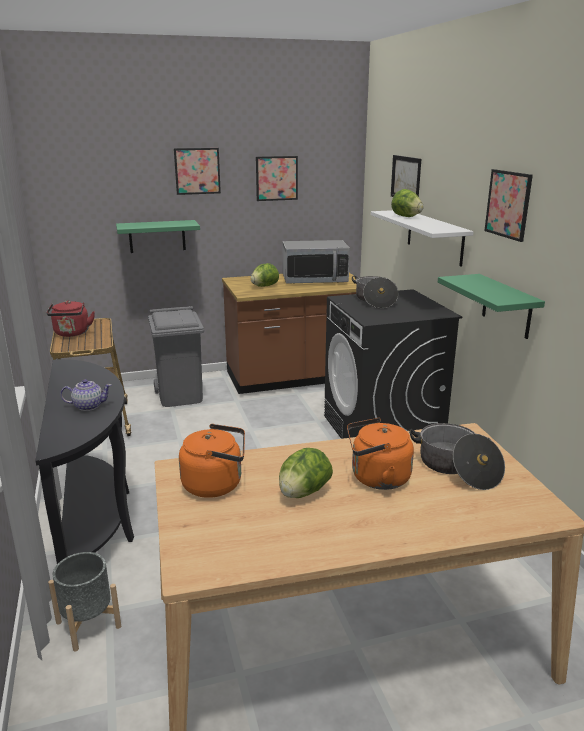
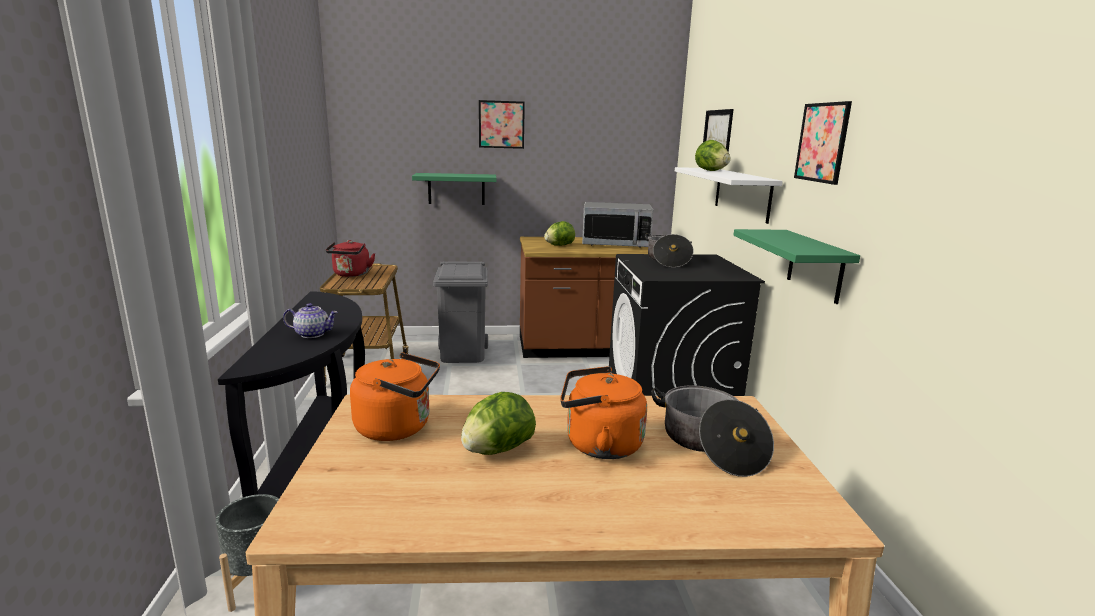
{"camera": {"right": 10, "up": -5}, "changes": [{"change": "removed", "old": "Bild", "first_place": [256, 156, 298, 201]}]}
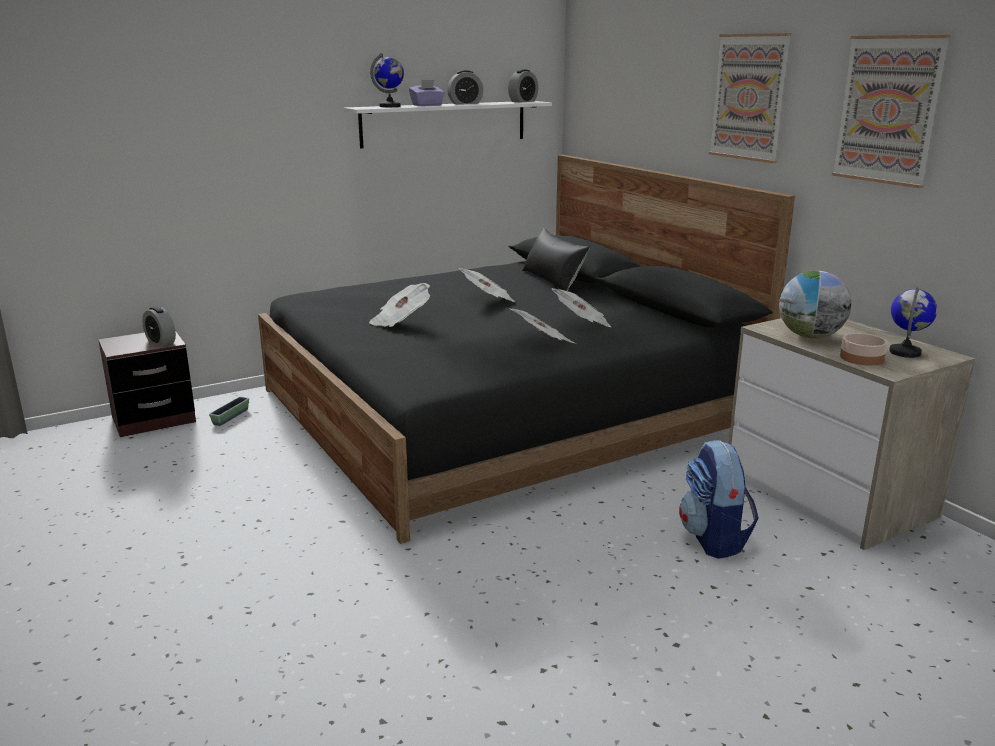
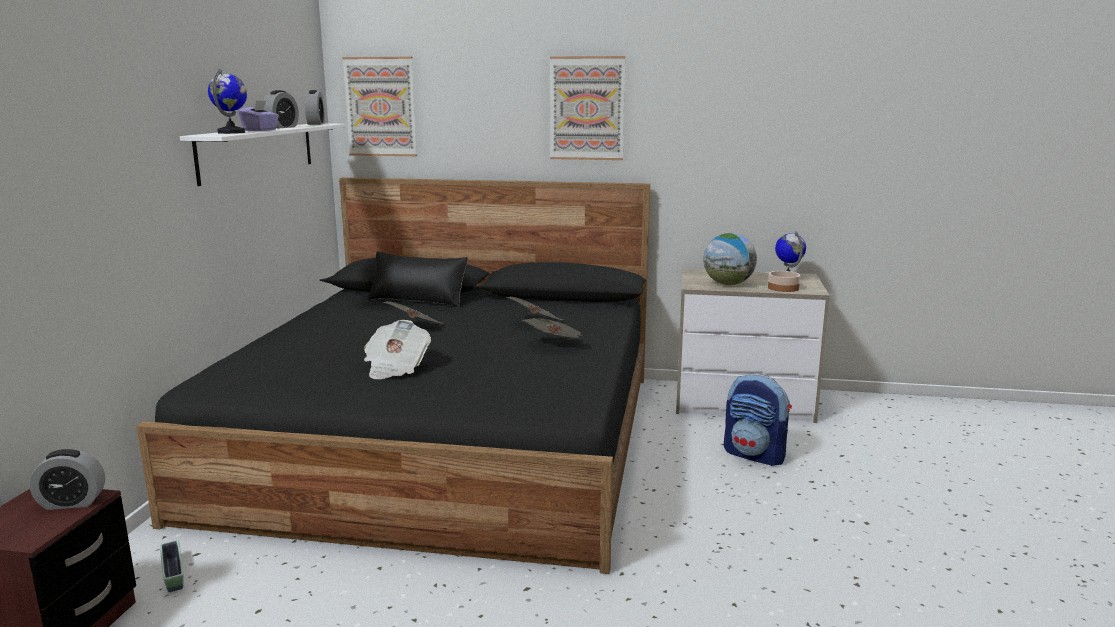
{"camera": {"right": -50, "up": -5}, "changes": [{"change": "moved", "old": "Bild", "first_place": [832, 35, 950, 188], "second_place": [342, 57, 417, 156]}]}
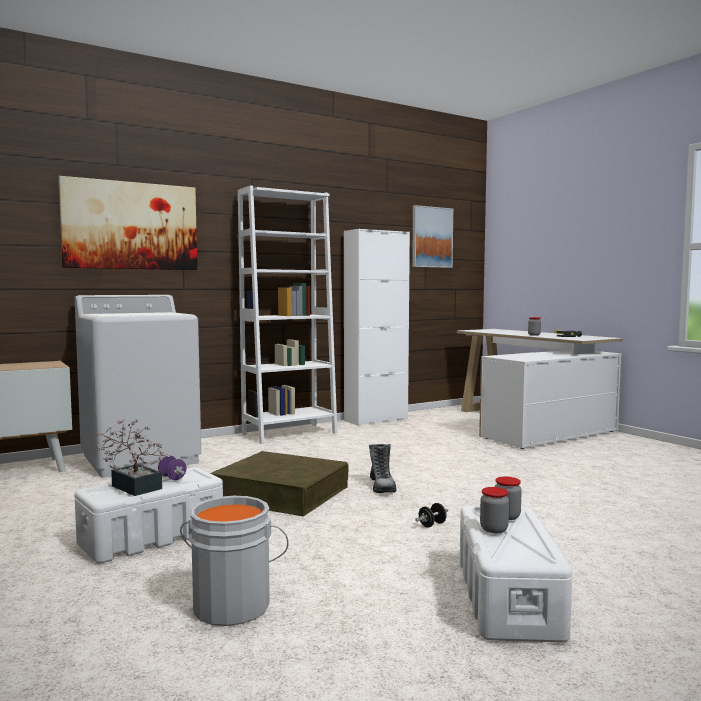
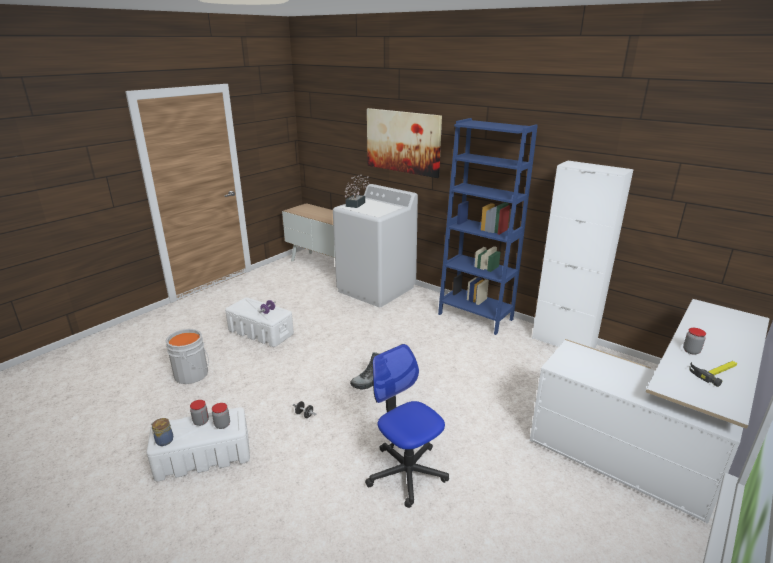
{"camera": {"right": 70, "up": 20}, "changes": [{"change": "removed", "old": "Aufbewahrungsbox/braun", "first_place": [210, 451, 349, 516]}, {"change": "removed", "old": "Bild", "first_place": [412, 205, 453, 268]}, {"change": "added", "new": "Vorratsglas", "second_place": [151, 418, 173, 446]}, {"change": "added", "new": "Bürostuhl", "second_place": [365, 344, 449, 508]}, {"change": "moved", "old": "Topfpflanze", "first_place": [95, 419, 171, 496], "second_place": [345, 175, 370, 208]}, {"change": "recoloured", "old": "Bücherregal/weiß", "new": "Bücherregal/blau", "first_place": [238, 186, 337, 444], "second_place": [438, 118, 538, 335]}]}
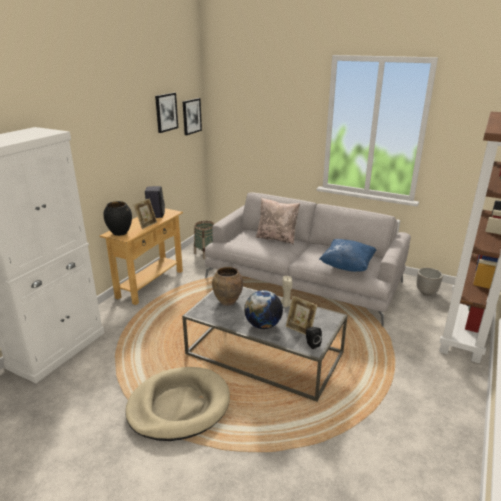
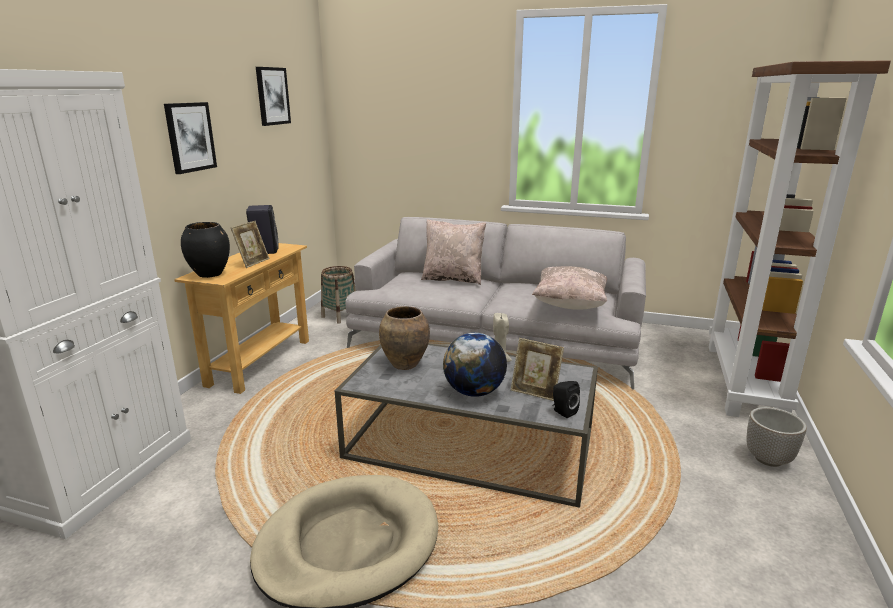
{"camera": {"right": -10, "up": -5}, "changes": [{"change": "moved", "old": "Bild", "first_place": [183, 98, 202, 135], "second_place": [164, 102, 217, 174]}, {"change": "moved", "old": "Pflanzkübel", "first_place": [417, 268, 443, 295], "second_place": [746, 407, 807, 467]}, {"change": "recoloured", "old": "Kissen/blau", "new": "Kissen/beige", "first_place": [319, 239, 376, 272], "second_place": [532, 266, 607, 310]}]}
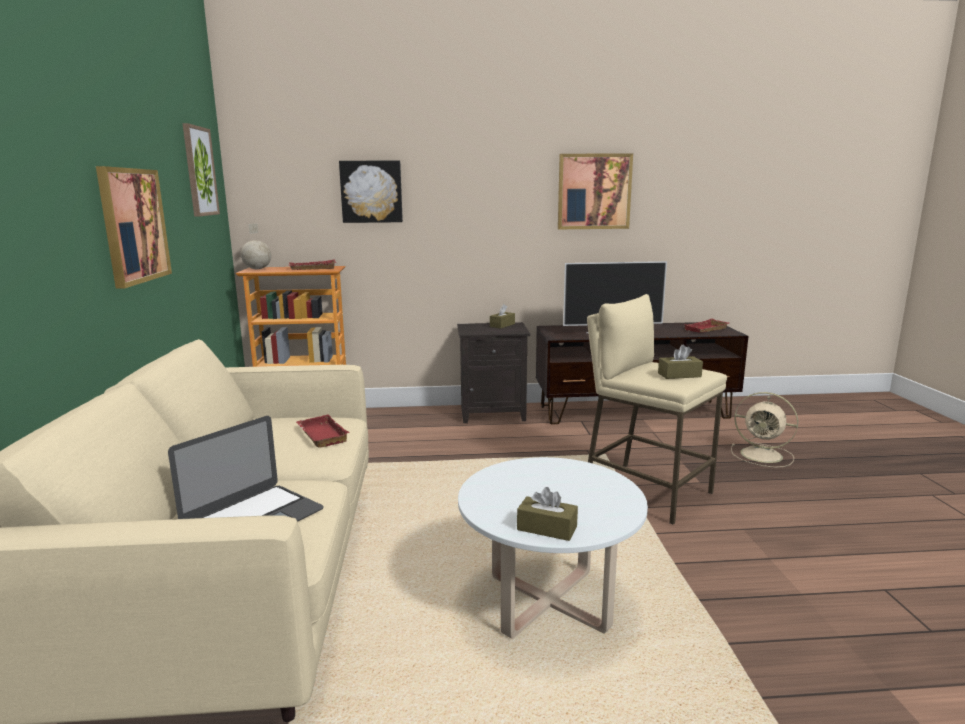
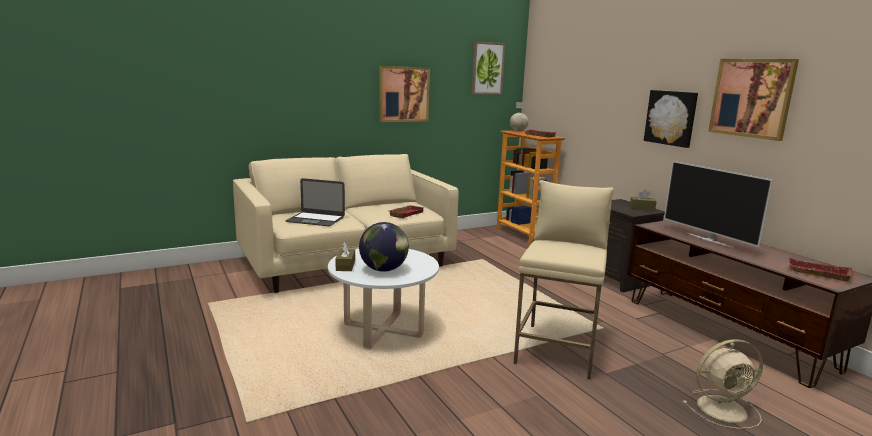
{"camera": {"right": 65, "up": 0}, "changes": [{"change": "removed", "old": "Taschentuchbox/braun", "first_place": [658, 345, 703, 379]}, {"change": "added", "new": "Globus", "second_place": [359, 222, 409, 272]}, {"change": "moved", "old": "Bild", "first_place": [339, 161, 403, 223], "second_place": [644, 90, 698, 148]}, {"change": "turned", "old": "Ventilator/beige", "first_place": [731, 392, 798, 468], "second_place": [683, 339, 763, 429], "degrees": -105}]}
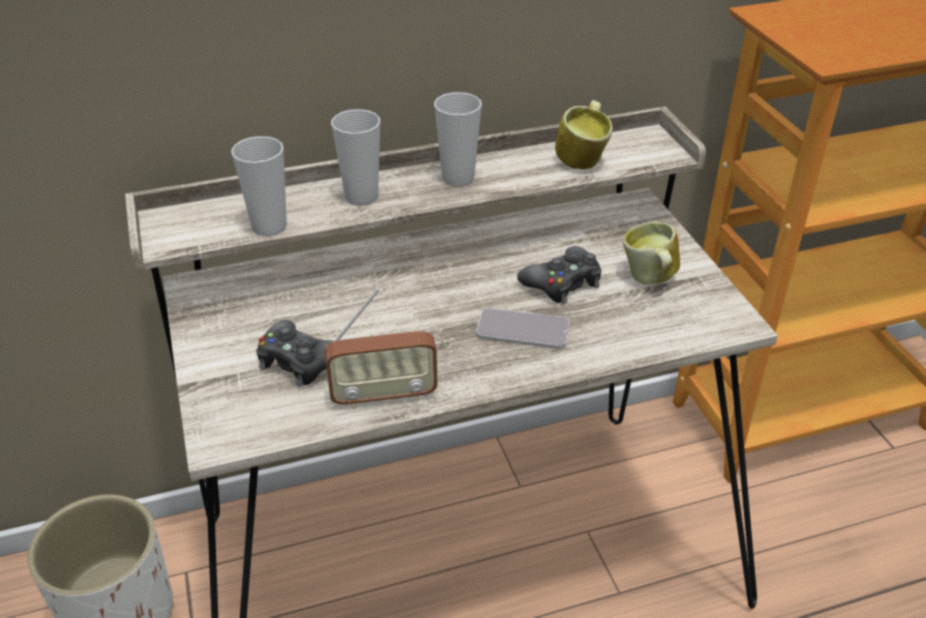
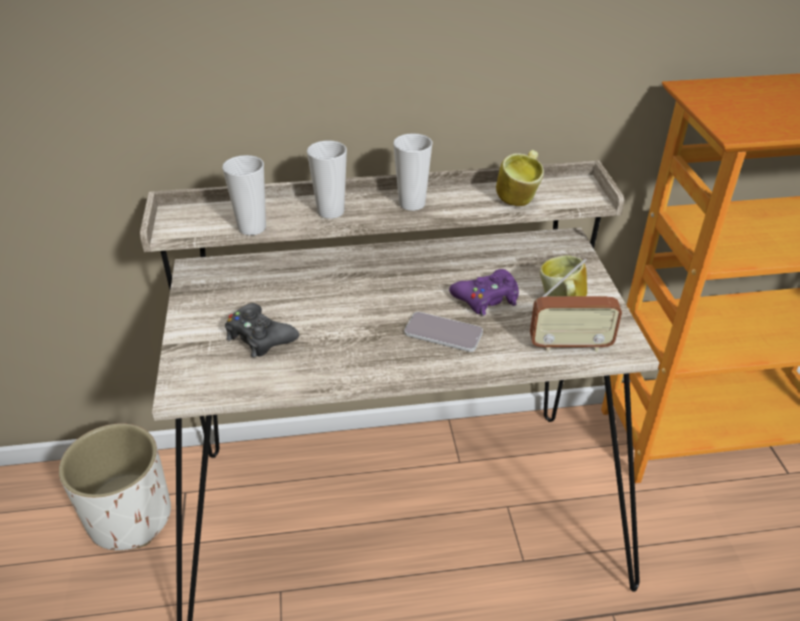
{"camera": {"right": 10, "up": 0}, "changes": [{"change": "moved", "old": "Radio", "first_place": [325, 288, 438, 410], "second_place": [530, 258, 622, 352]}, {"change": "recoloured", "old": "Gamepad/schwarz", "new": "Gamepad/lila", "first_place": [517, 246, 601, 304], "second_place": [449, 269, 519, 316]}]}
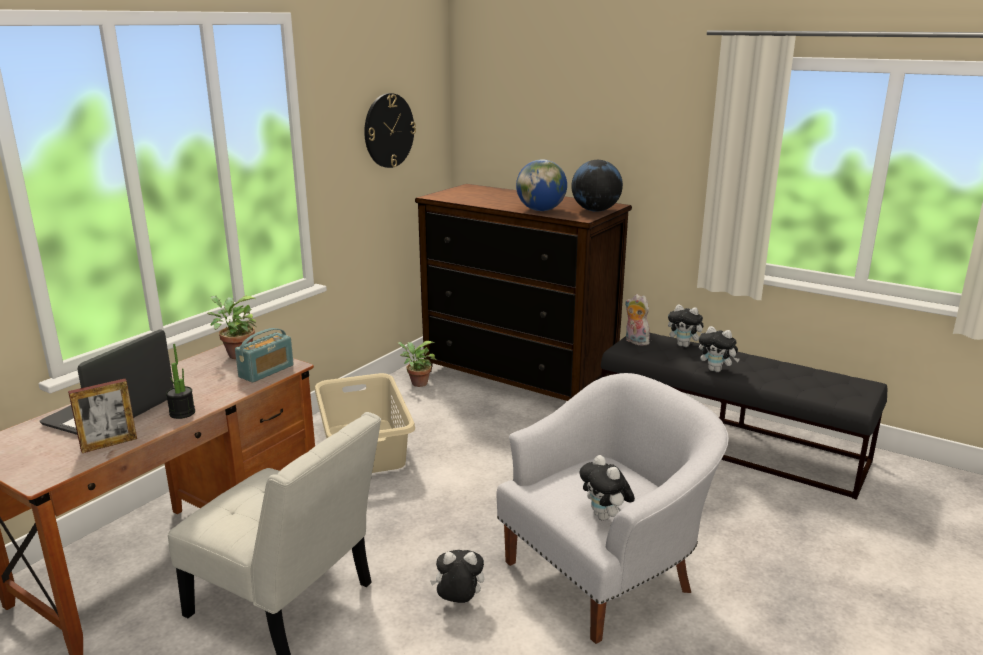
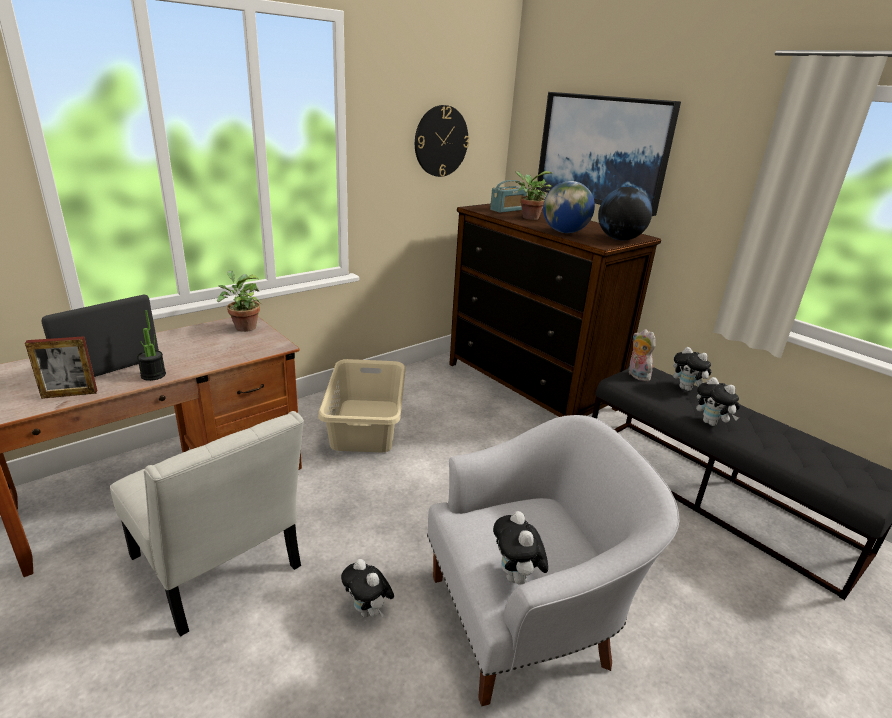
{"camera": {"right": 15, "up": 5}, "changes": [{"change": "added", "new": "Bild", "second_place": [536, 92, 681, 216]}, {"change": "moved", "old": "Radio", "first_place": [235, 328, 294, 382], "second_place": [490, 180, 527, 213]}, {"change": "moved", "old": "Topfpflanze", "first_place": [397, 341, 437, 387], "second_place": [515, 171, 553, 220]}, {"change": "turned", "old": "Plüschtier", "first_place": [430, 550, 484, 603], "second_place": [341, 559, 394, 617], "degrees": -150}]}
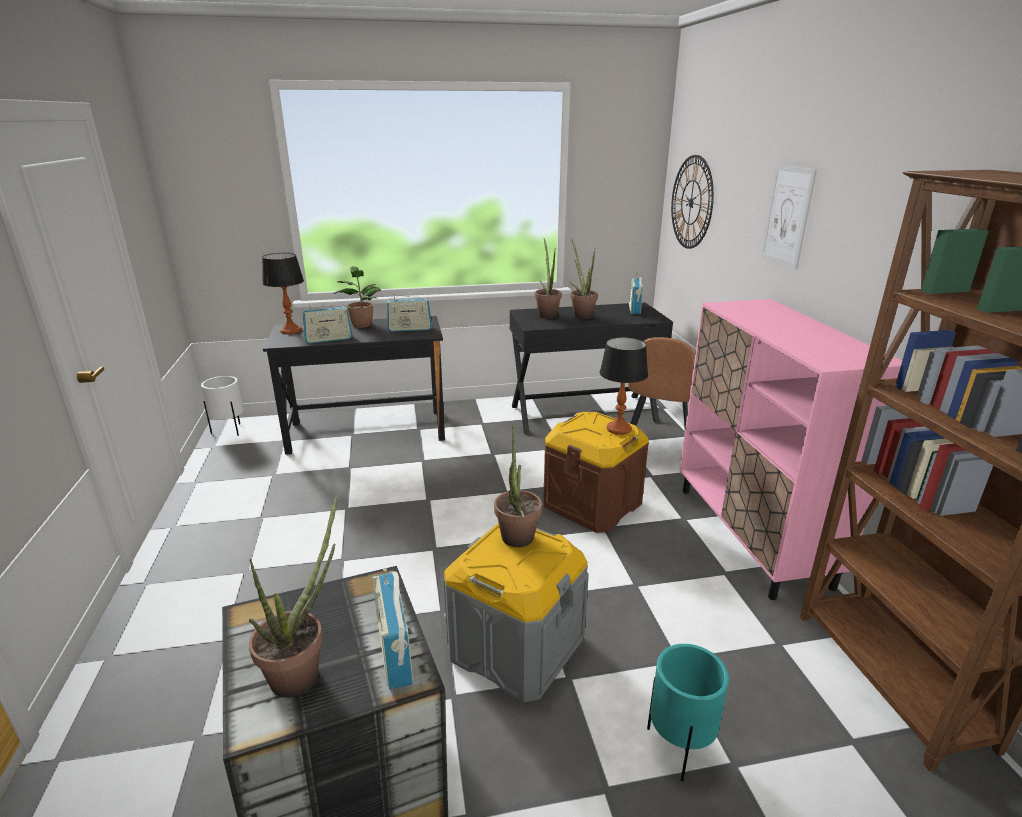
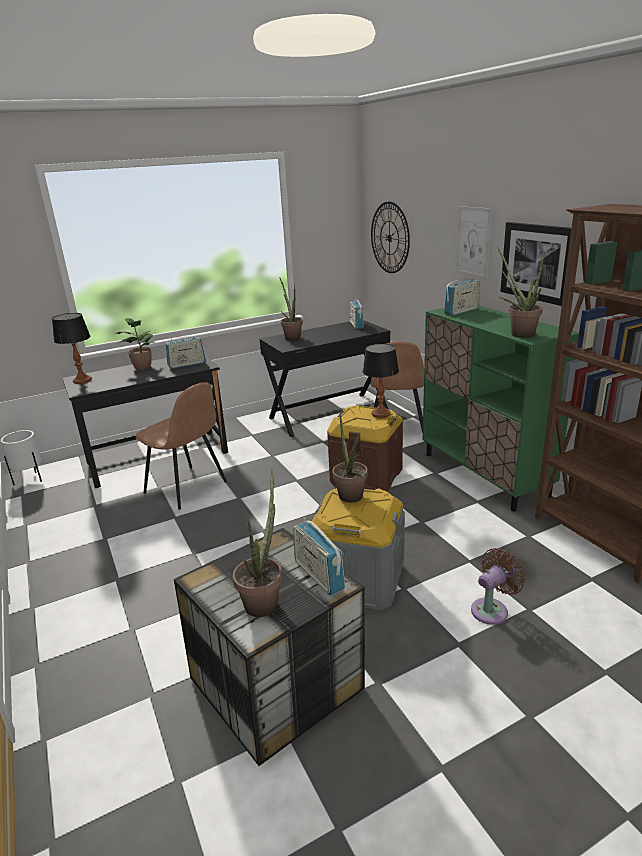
{"camera": {"right": -15, "up": 0}, "changes": [{"change": "added", "new": "Stuhl/braun", "second_place": [136, 382, 227, 510]}, {"change": "added", "new": "Bild", "second_place": [500, 222, 571, 306]}, {"change": "moved", "old": "Radio", "first_place": [302, 303, 353, 344], "second_place": [444, 278, 479, 316]}, {"change": "moved", "old": "Topfpflanze", "first_place": [570, 239, 598, 319], "second_place": [497, 247, 545, 338]}, {"change": "replaced", "old": "Pflanzkübel/türkis", "new": "Ventilator/braun", "first_place": [647, 644, 729, 781], "second_place": [471, 548, 525, 625]}, {"change": "recoloured", "old": "Schrank/rosa", "new": "Schrank/grün", "first_place": [680, 299, 902, 600], "second_place": [423, 306, 579, 511]}]}
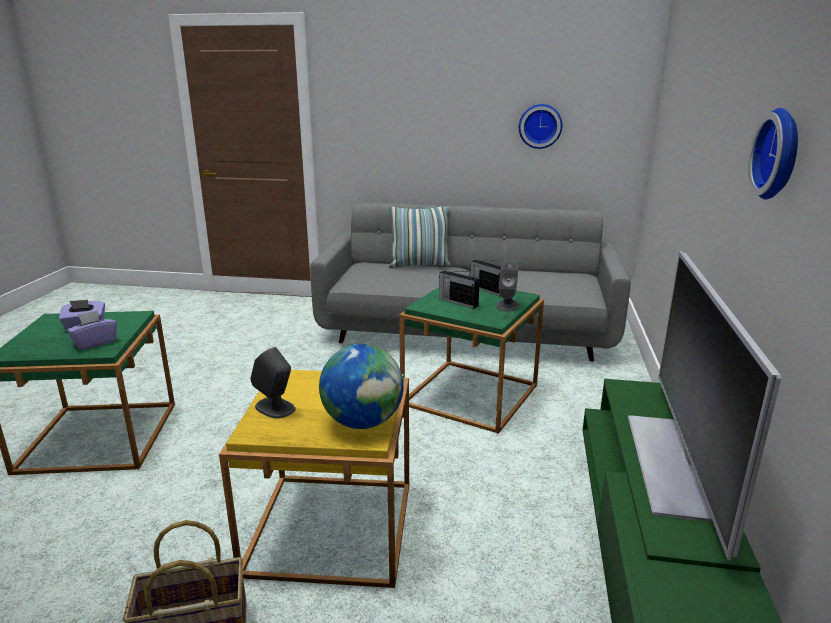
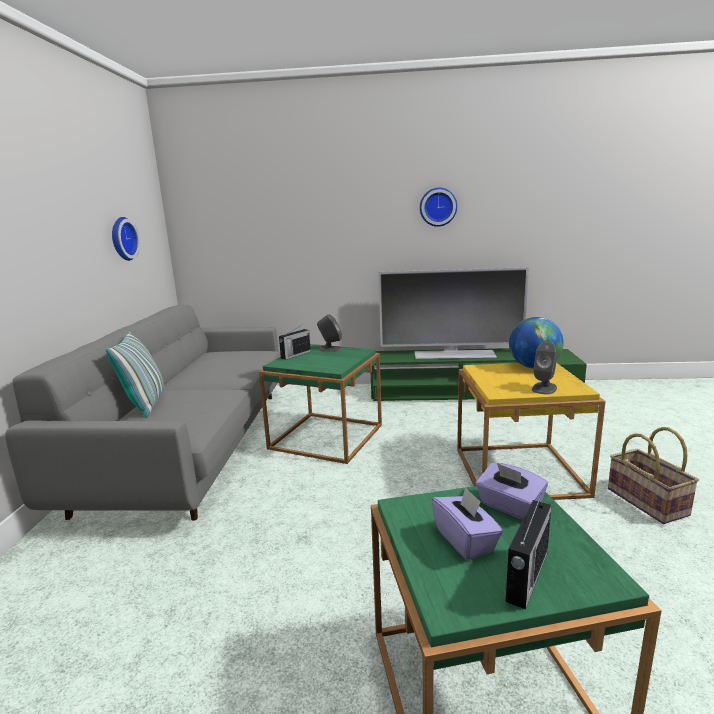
{"camera": {"right": -95, "up": -5}, "changes": [{"change": "moved", "old": "Radio", "first_place": [439, 271, 480, 309], "second_place": [506, 495, 551, 610]}]}
